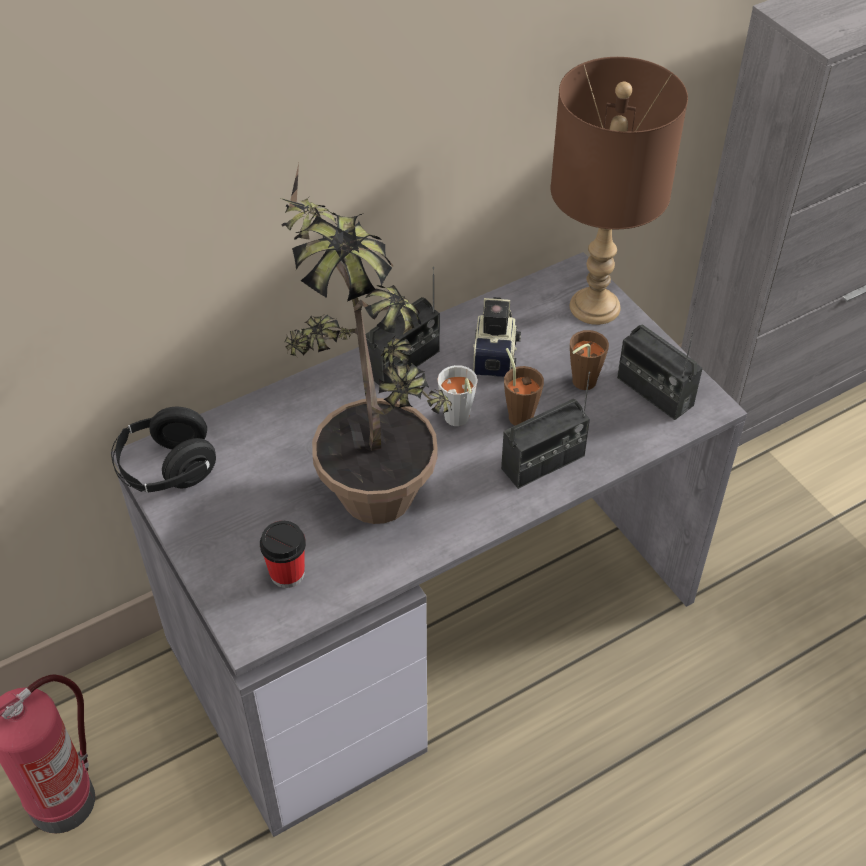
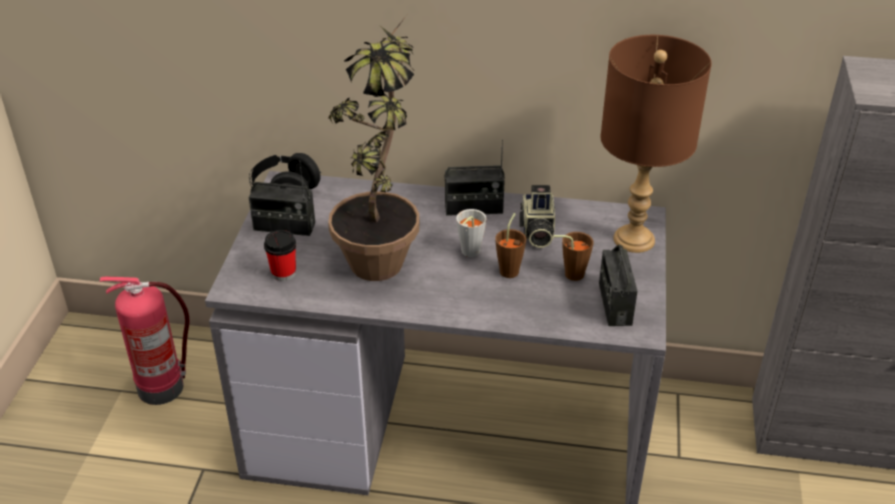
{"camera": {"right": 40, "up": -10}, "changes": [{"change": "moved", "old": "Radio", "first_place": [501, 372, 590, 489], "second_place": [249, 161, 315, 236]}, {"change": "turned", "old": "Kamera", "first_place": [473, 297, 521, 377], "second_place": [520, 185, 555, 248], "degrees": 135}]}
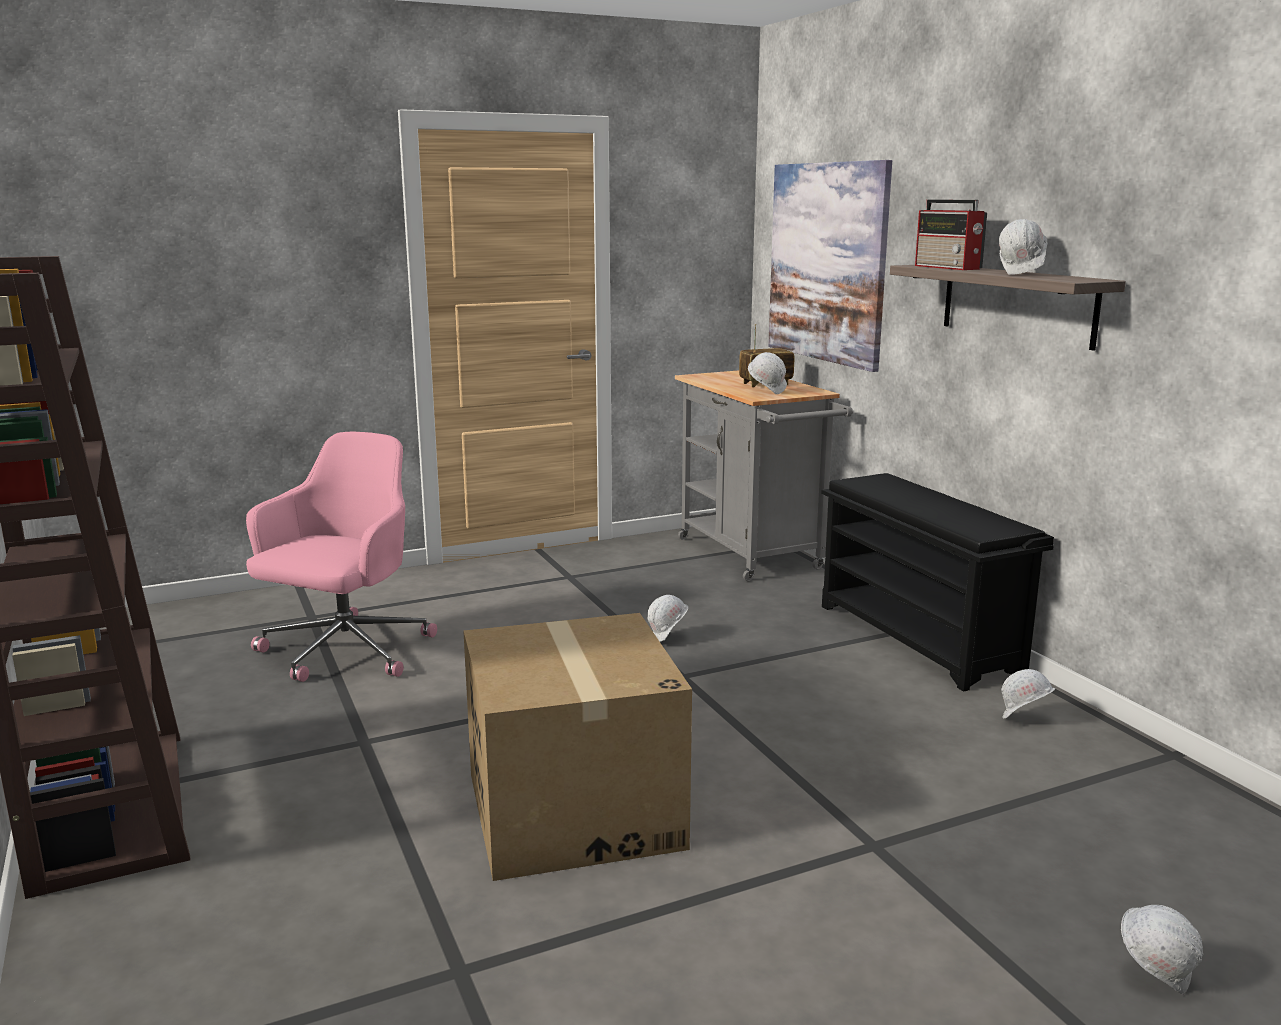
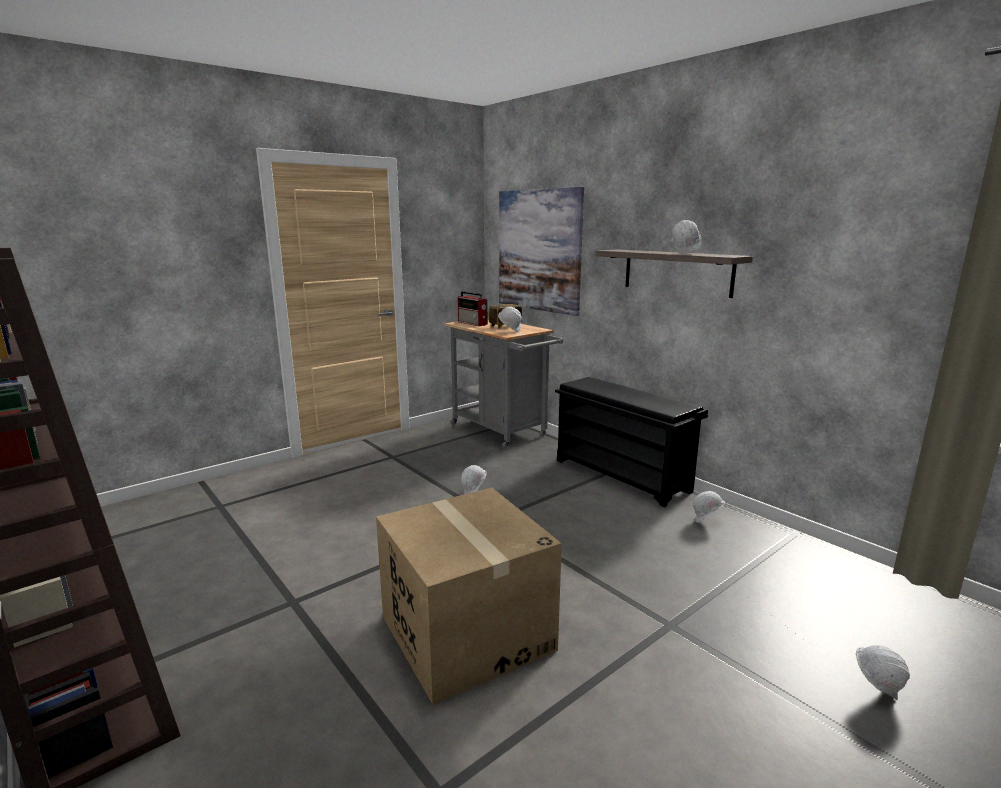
{"camera": {"right": -15, "up": 0}, "changes": [{"change": "removed", "old": "Bürostuhl/rosa", "first_place": [246, 432, 437, 682]}, {"change": "moved", "old": "Radio", "first_place": [915, 199, 987, 270], "second_place": [458, 291, 488, 326]}]}
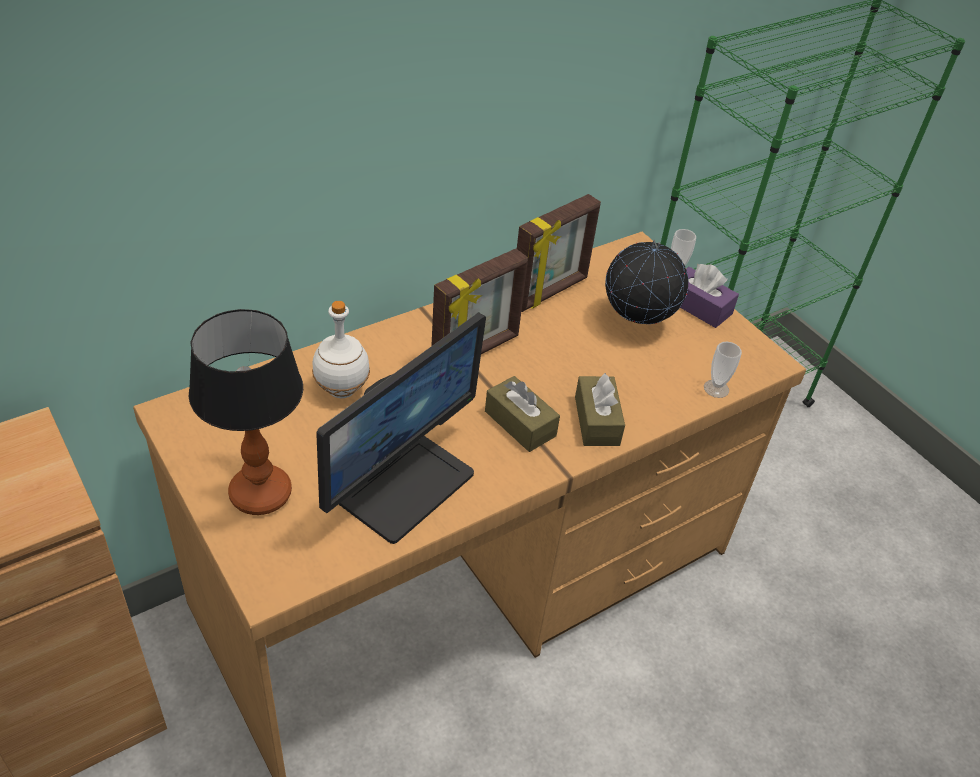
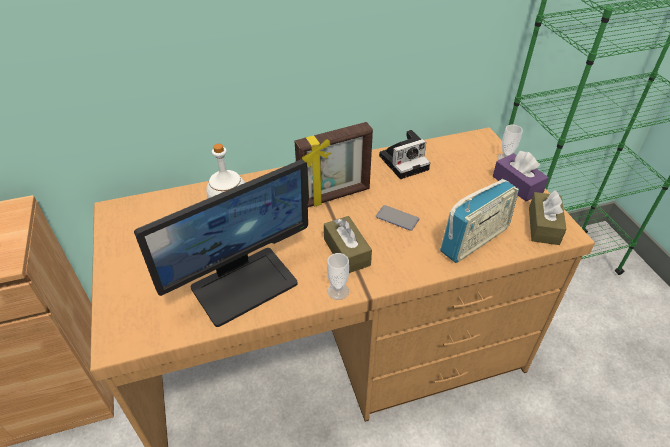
{"camera": {"right": 20, "up": 0}, "changes": [{"change": "removed", "old": "Tischlampe", "first_place": [189, 309, 303, 515]}, {"change": "removed", "old": "Globus", "first_place": [605, 240, 689, 324]}, {"change": "added", "new": "Handy", "second_place": [376, 205, 419, 231]}, {"change": "added", "new": "Radio", "second_place": [440, 179, 519, 263]}, {"change": "moved", "old": "Taschentuchbox/braun", "first_place": [575, 373, 625, 446], "second_place": [529, 190, 566, 245]}, {"change": "moved", "old": "Tasse", "first_place": [704, 341, 742, 398], "second_place": [327, 253, 349, 300]}, {"change": "replaced", "old": "Bilderrahmen", "new": "Kamera", "first_place": [517, 194, 601, 312], "second_place": [379, 130, 430, 179]}]}
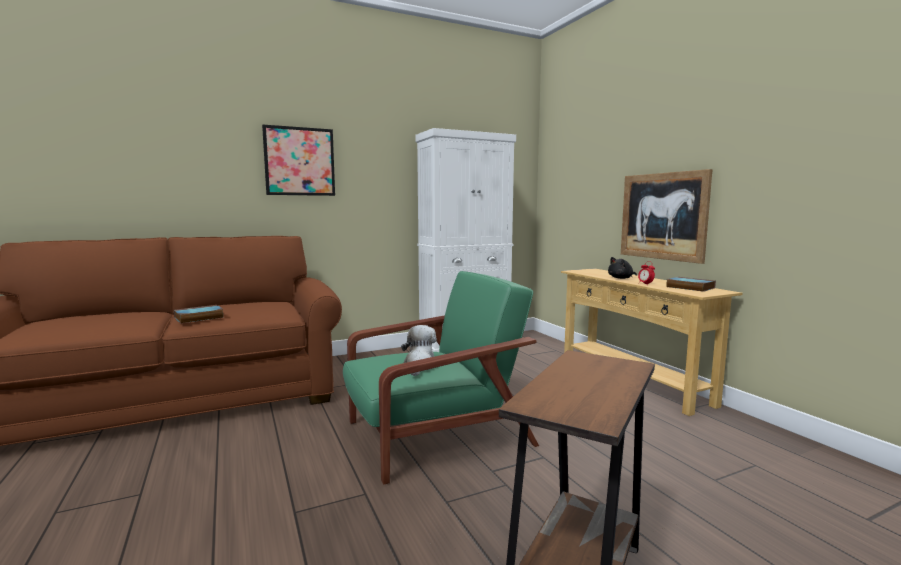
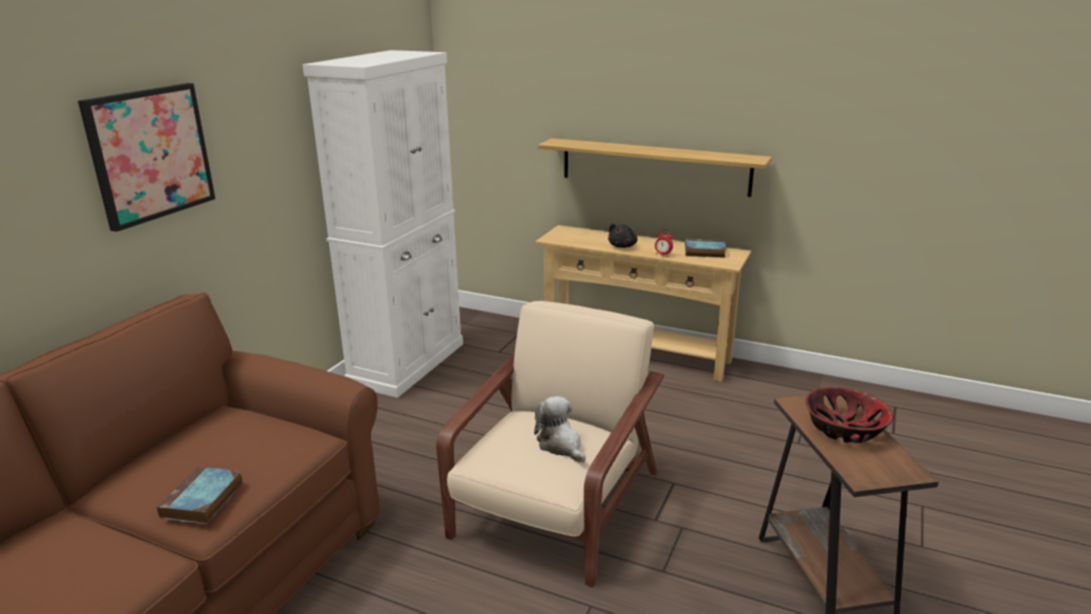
{"camera": {"right": -40, "up": 15}, "changes": [{"change": "added", "new": "Schüssel", "second_place": [806, 387, 893, 443]}, {"change": "replaced", "old": "Bild", "new": "Wandregal", "first_place": [621, 169, 713, 264], "second_place": [538, 138, 772, 197]}, {"change": "recoloured", "old": "Sessel/grün", "new": "Sessel/beige", "first_place": [343, 271, 539, 485], "second_place": [436, 301, 664, 587]}]}
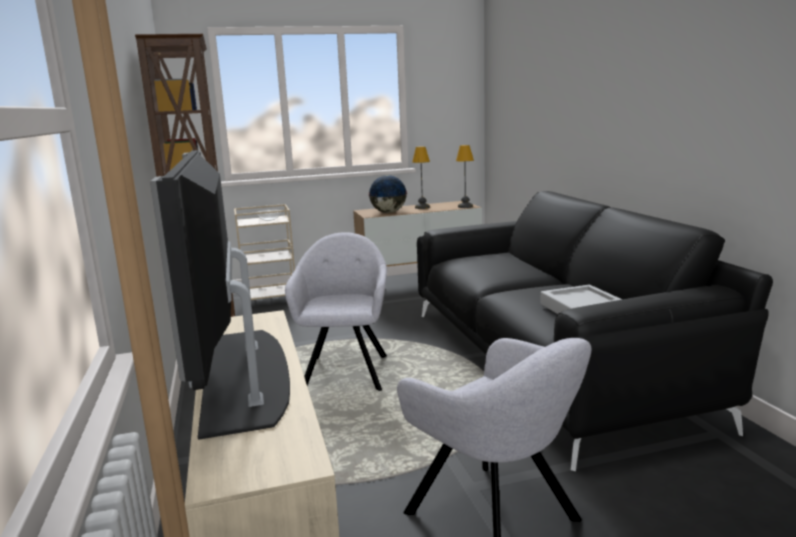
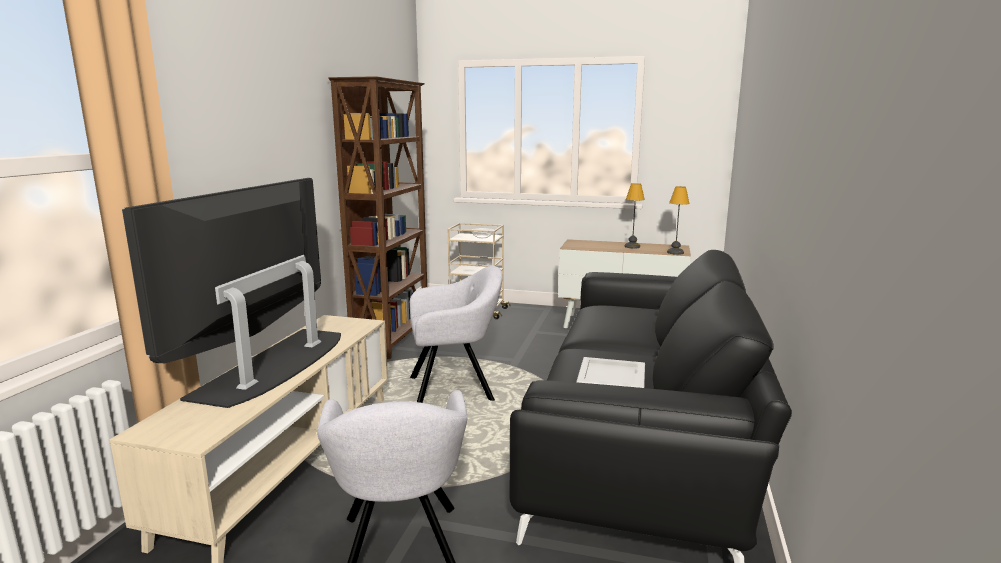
{"camera": {"right": 30, "up": 0}, "changes": [{"change": "removed", "old": "Globus", "first_place": [369, 175, 407, 213]}, {"change": "turned", "old": "Sessel/grau", "first_place": [285, 232, 387, 391], "second_place": [410, 266, 503, 403], "degrees": 45}]}
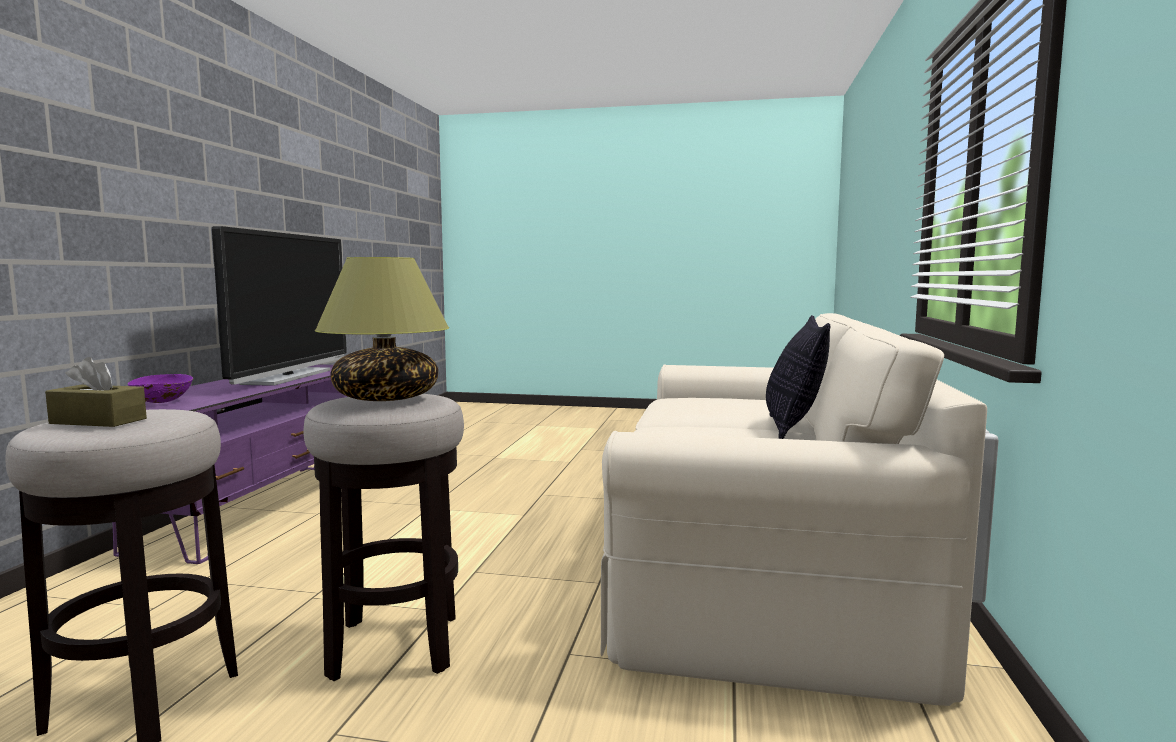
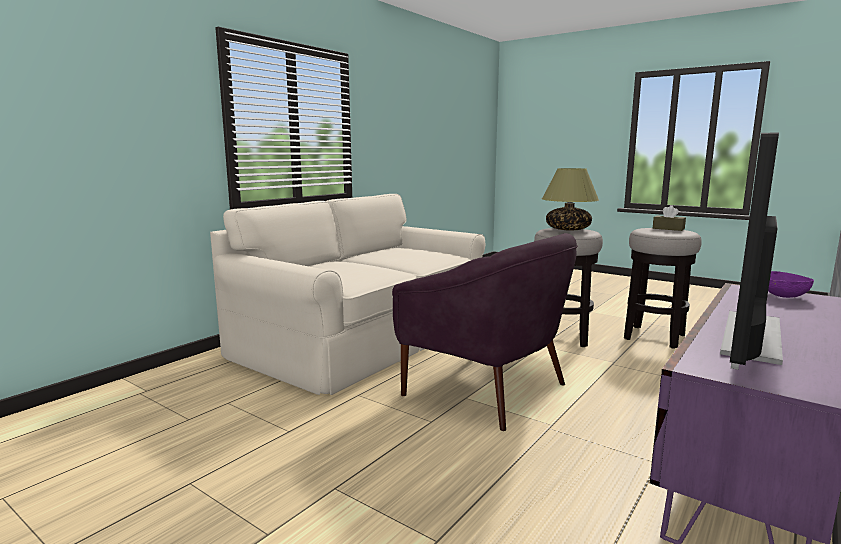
{"camera": {"right": -155, "up": 5}, "changes": [{"change": "removed", "old": "Kissen", "first_place": [766, 315, 830, 439]}, {"change": "added", "new": "Sessel/lila", "second_place": [392, 233, 578, 431]}]}
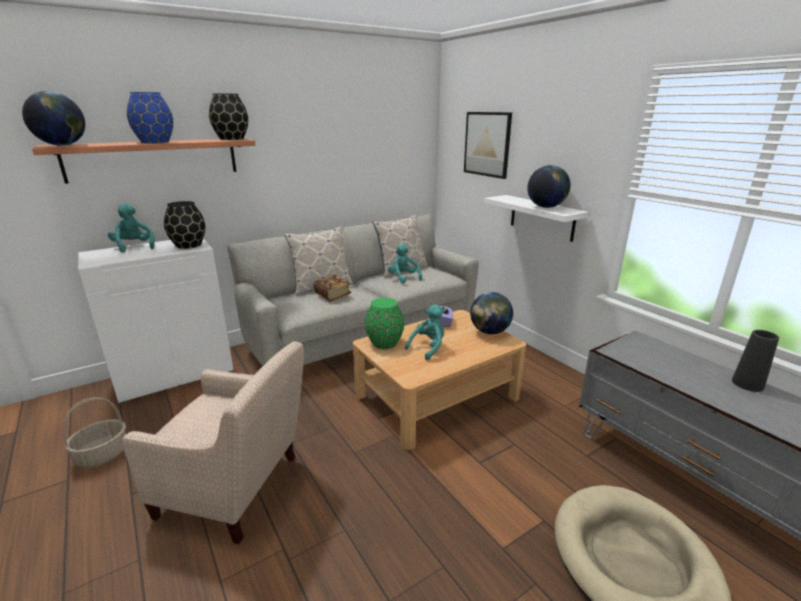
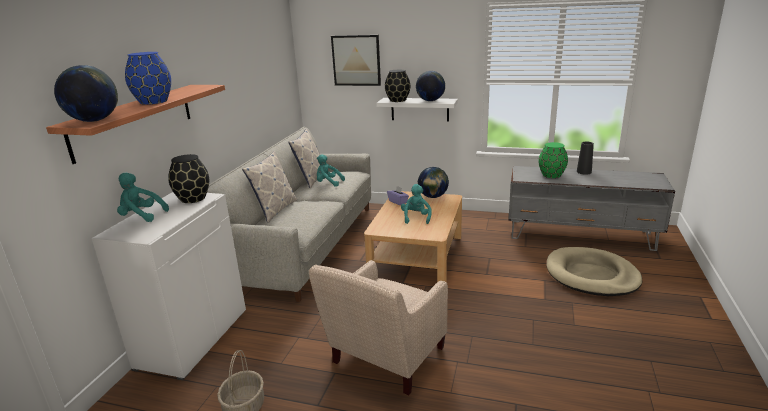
{"camera": {"right": -40, "up": 0}, "changes": [{"change": "removed", "old": "Buch", "first_place": [314, 275, 351, 302]}, {"change": "moved", "old": "Vase/schwarz", "first_place": [209, 94, 248, 140], "second_place": [385, 70, 410, 102]}, {"change": "moved", "old": "Vase/grün", "first_place": [365, 298, 404, 349], "second_place": [539, 142, 568, 178]}, {"change": "turned", "old": "Sessel/beige", "first_place": [122, 341, 304, 544], "second_place": [309, 260, 448, 395], "degrees": 150}]}
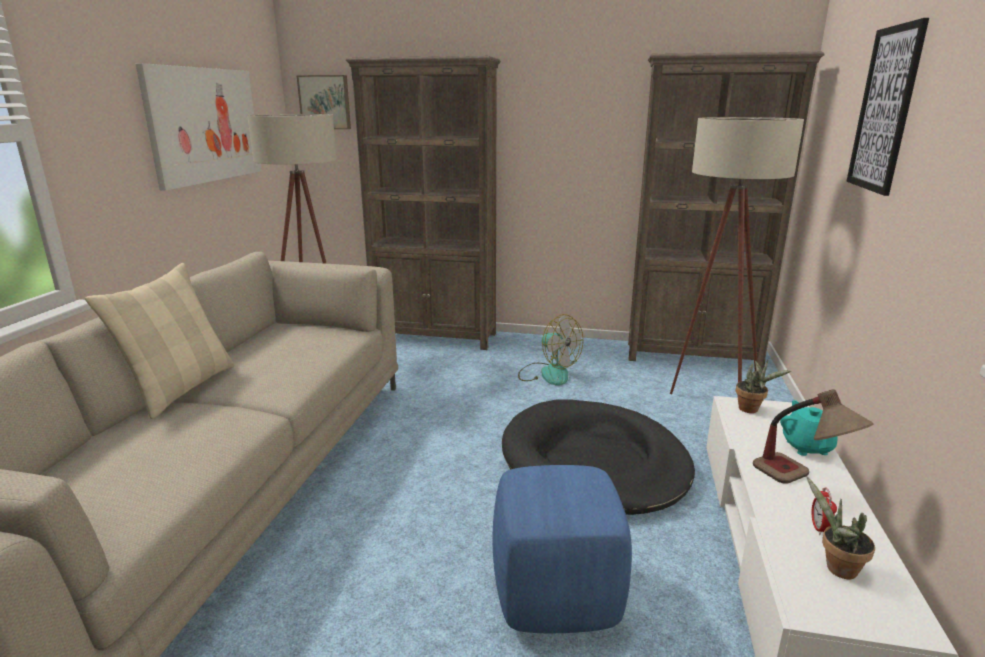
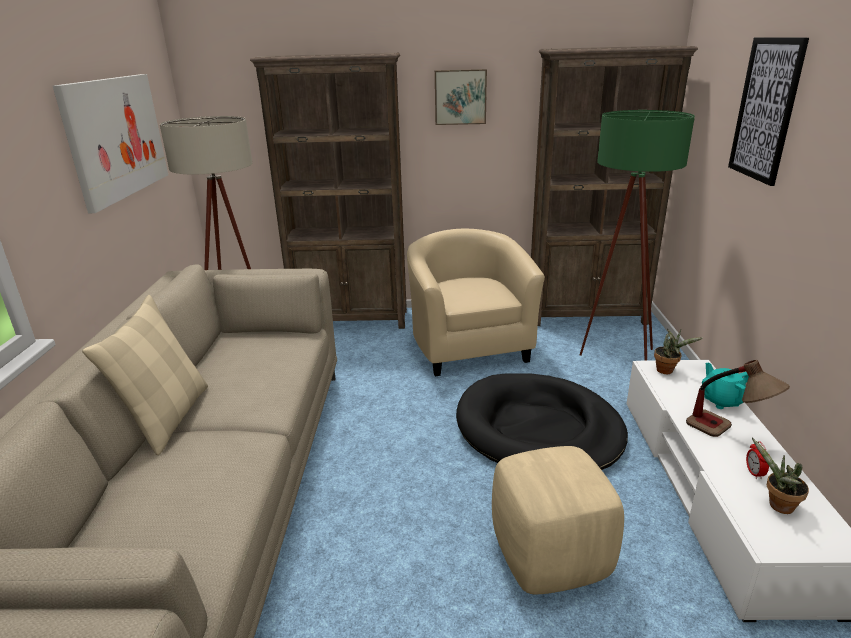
{"camera": {"right": -10, "up": 5}, "changes": [{"change": "moved", "old": "Bild", "first_place": [296, 75, 351, 129], "second_place": [435, 69, 487, 125]}, {"change": "replaced", "old": "Ventilator", "new": "Sessel/beige", "first_place": [518, 314, 583, 386], "second_place": [407, 229, 545, 377]}, {"change": "recoloured", "old": "Polsterhocker/blau", "new": "Polsterhocker/beige", "first_place": [493, 465, 632, 633], "second_place": [492, 446, 624, 594]}, {"change": "recoloured", "old": "Stehlampe/beige", "new": "Stehlampe/grün", "first_place": [670, 117, 804, 394], "second_place": [580, 110, 695, 361]}]}
